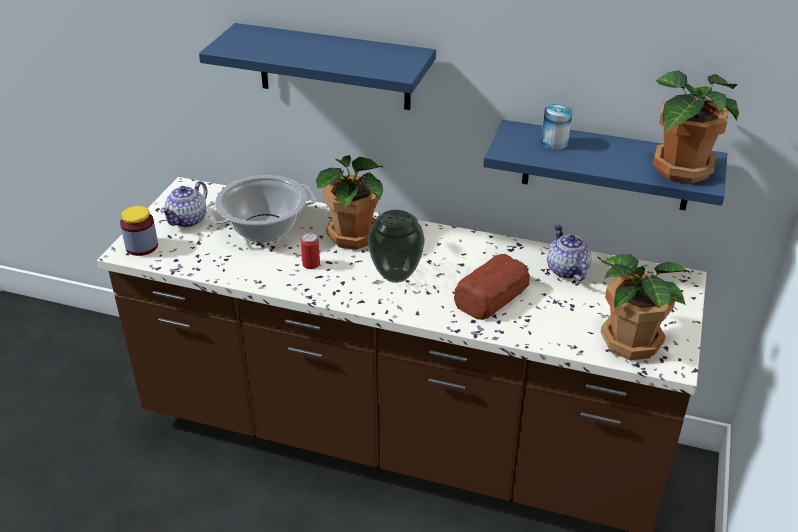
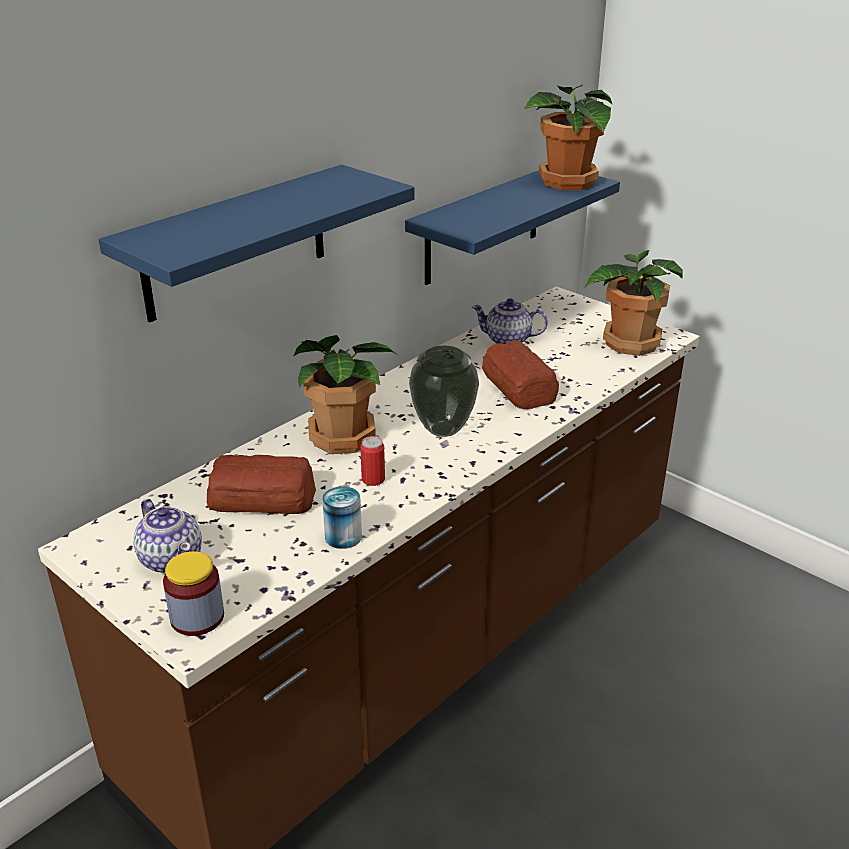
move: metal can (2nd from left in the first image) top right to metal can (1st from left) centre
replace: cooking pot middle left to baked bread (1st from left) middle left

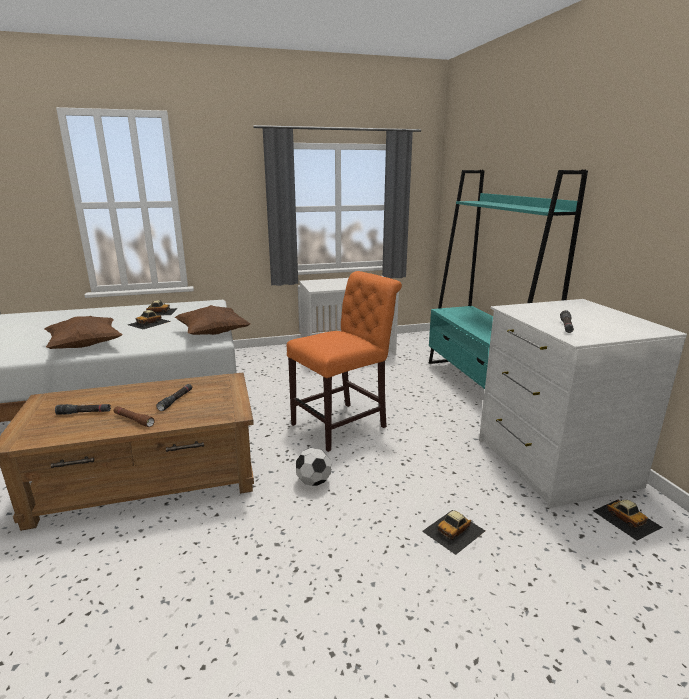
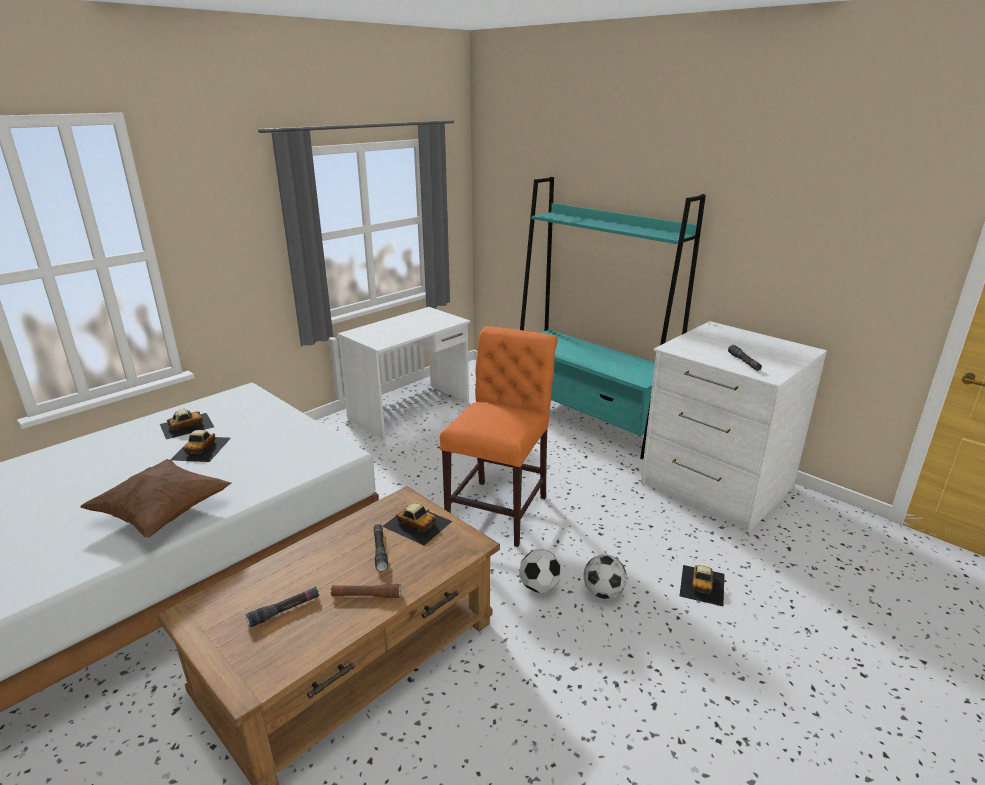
delete: brown-coloured cushion (2nd from left) middle left
insert: football ball (2nd from left) bottom centre
move: miniature car (4th from left in the first image) bottom right to miniature car (3rd from left) bottom centre

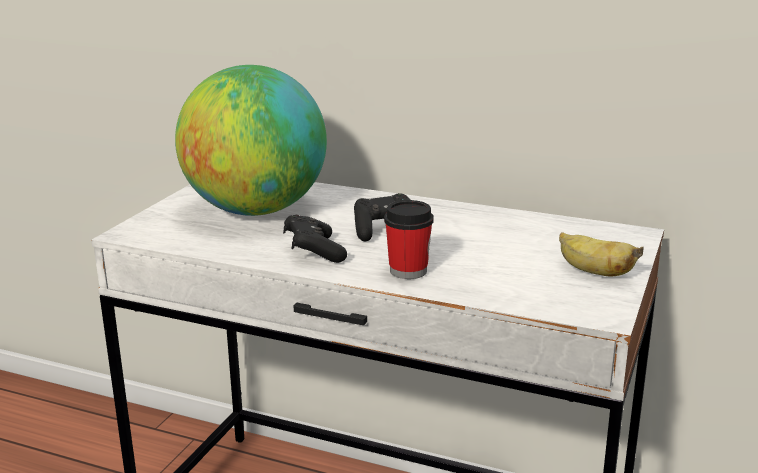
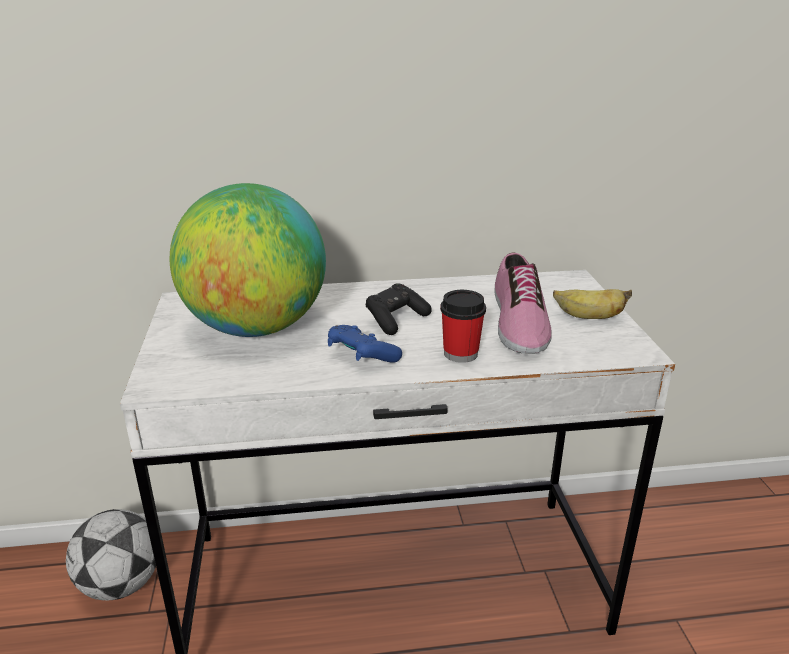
insert: football ball bottom left; item of footwear centre
recolor: black-coloured gamepad (1st from left) centre to blue gamepad centre

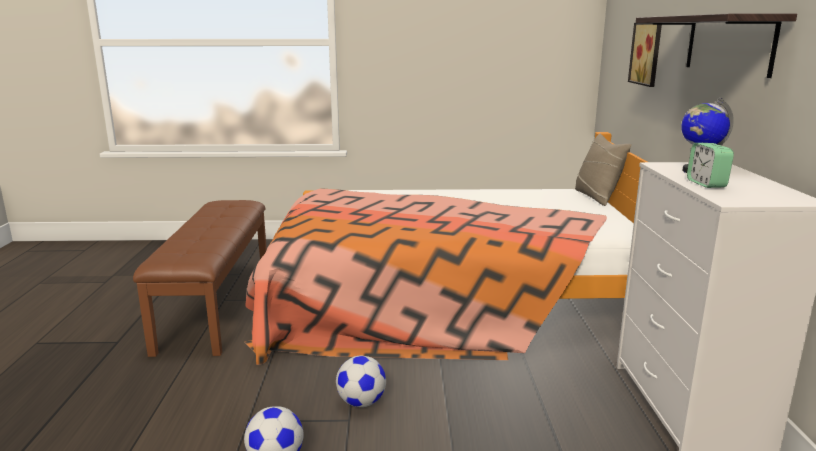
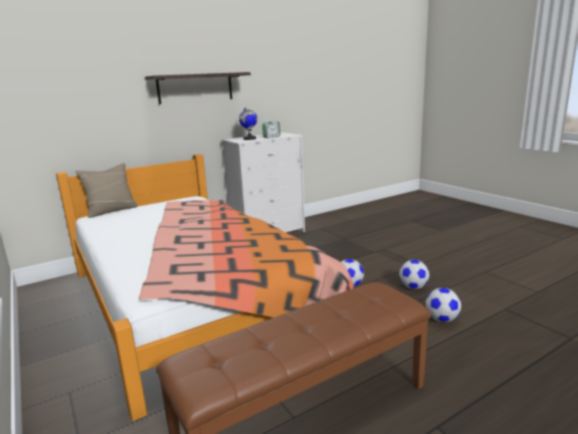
delete: picture top right
insert: football ball (3rd from left) bottom right

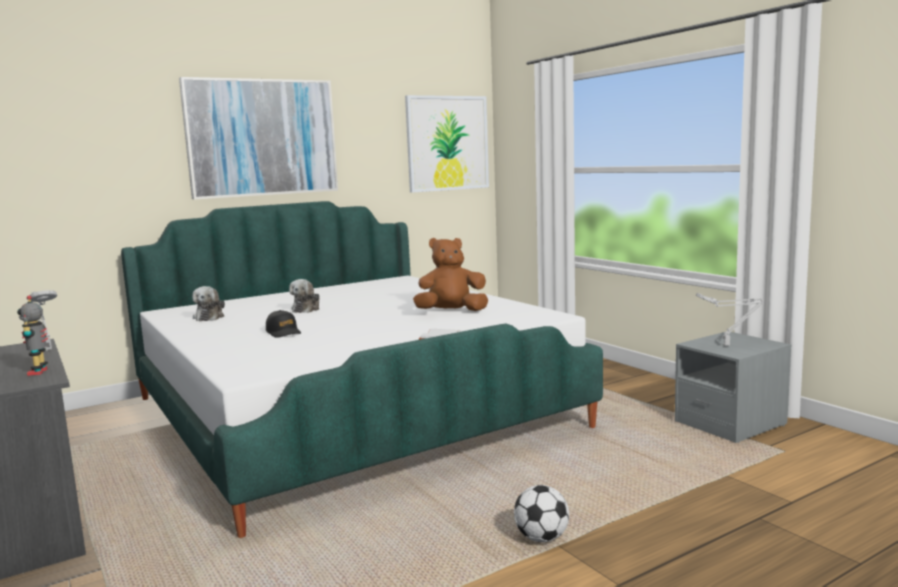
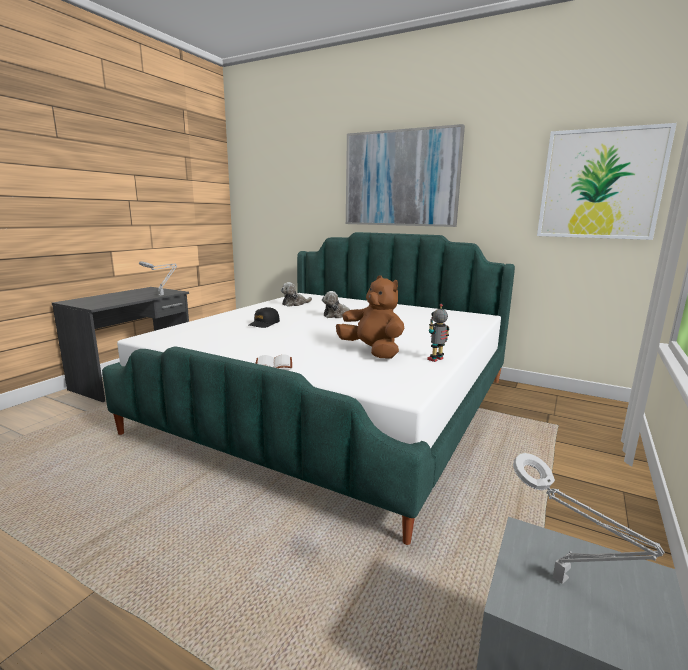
delete: football ball bottom centre
move: toy robot middle left to centre

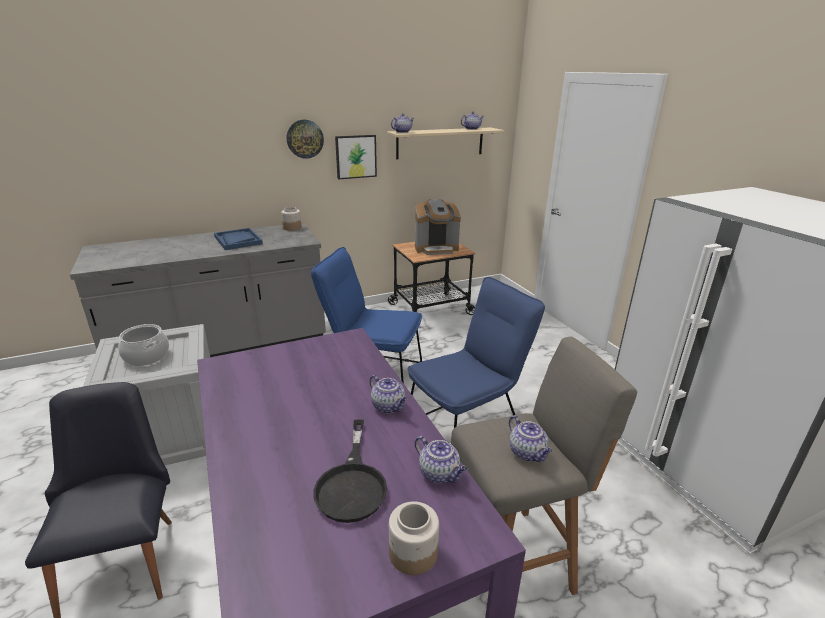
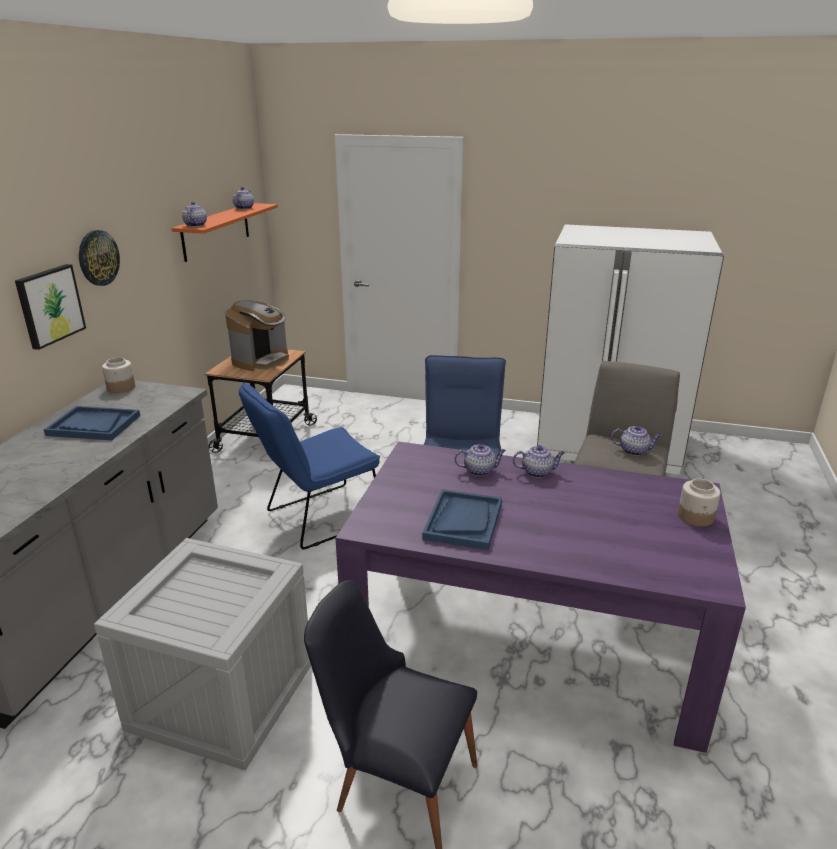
delete: cooking pot middle left; black-coloured frying pan bottom centre
insert: blue tray (2nd from left) centre
move: picture top centre to middle left; tea pot (3rd from left) bottom centre to centre
recolor: sand-coloured wall shelf top centre to orangey wall shelf top left

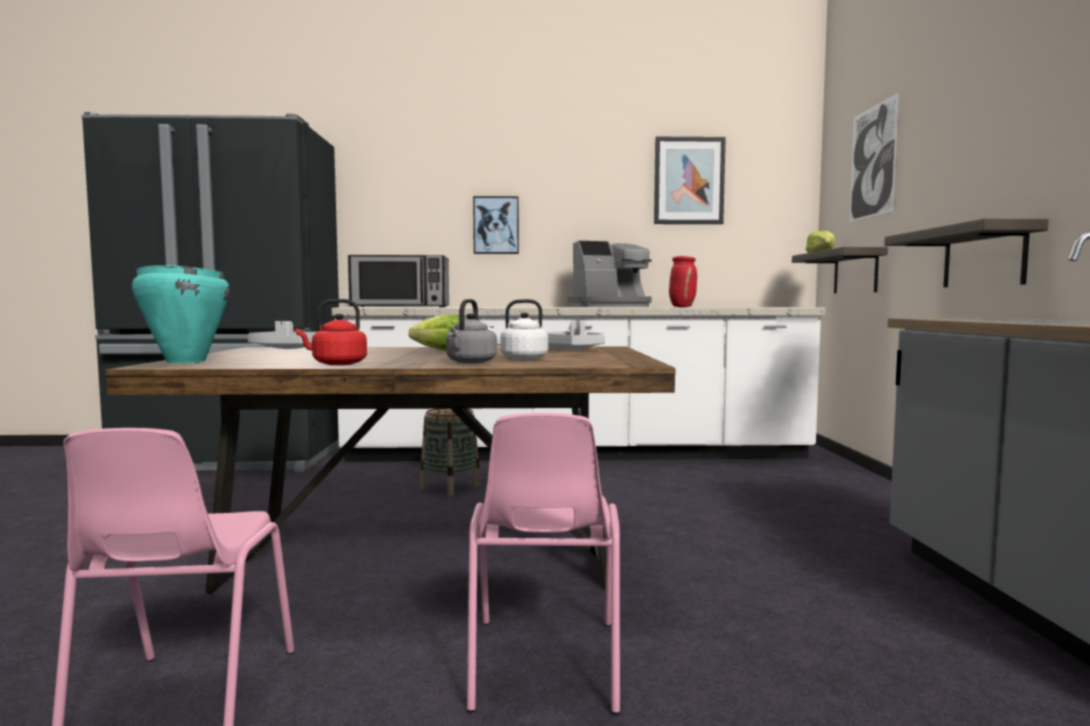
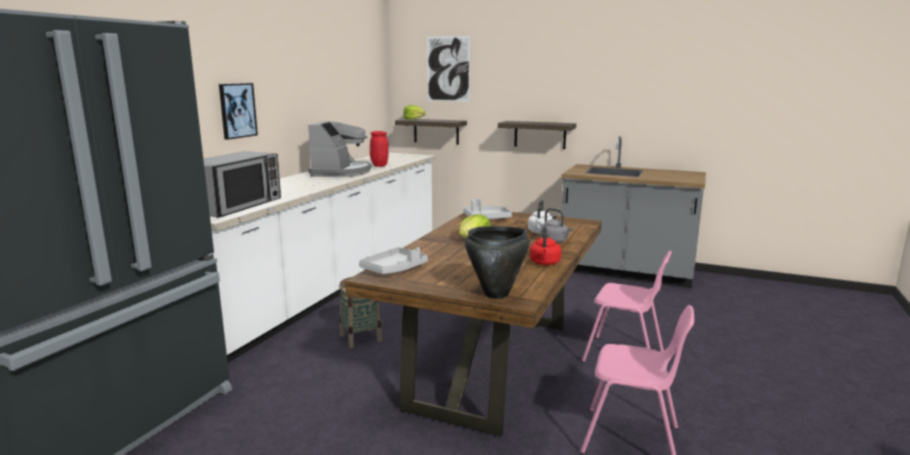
delete: picture (2nd from left) top centre
recolor: turquoise cooking pot middle left to black-coloured cooking pot centre

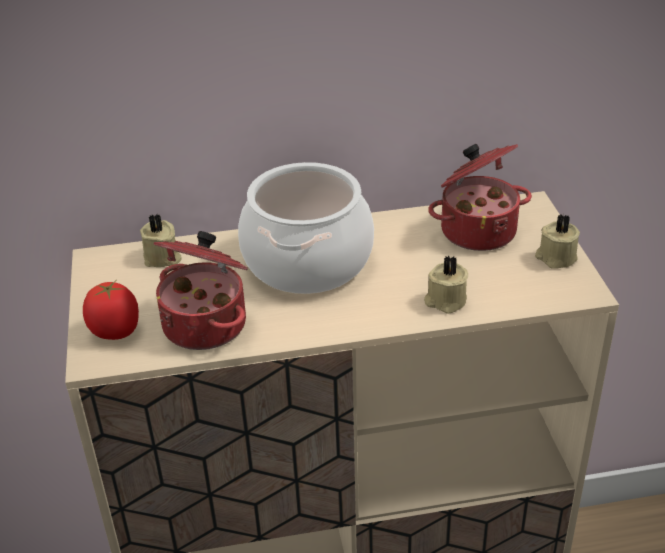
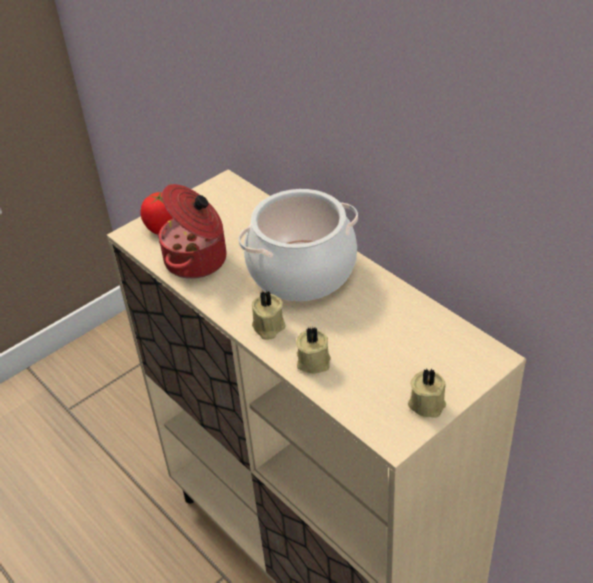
delete: cooking pot (3rd from left) middle right
move: sand-coloured candle (1st from left) middle left to centre

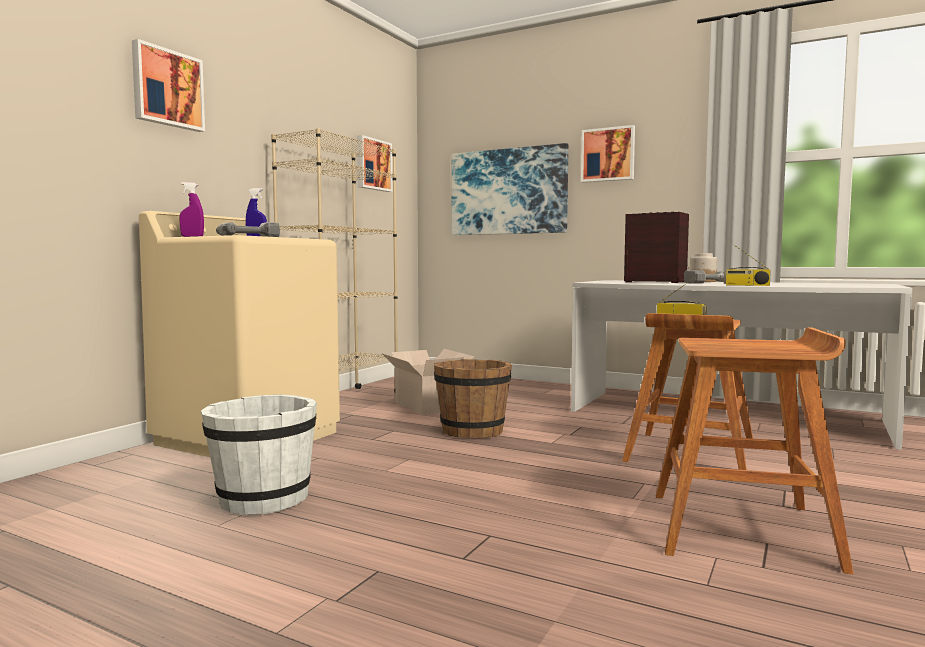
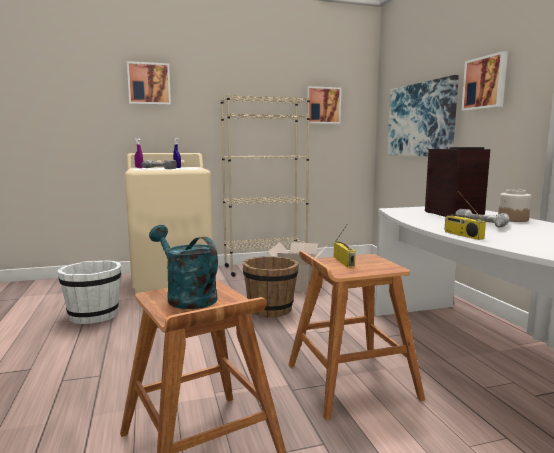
insert: turquoise sprinkling can middle left

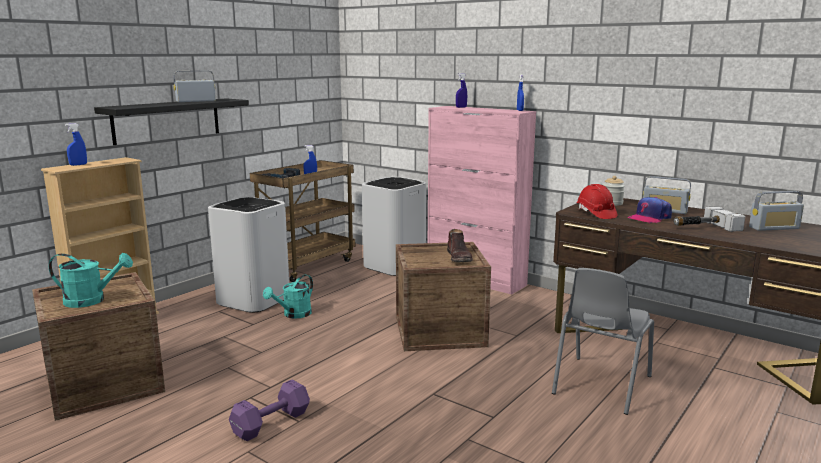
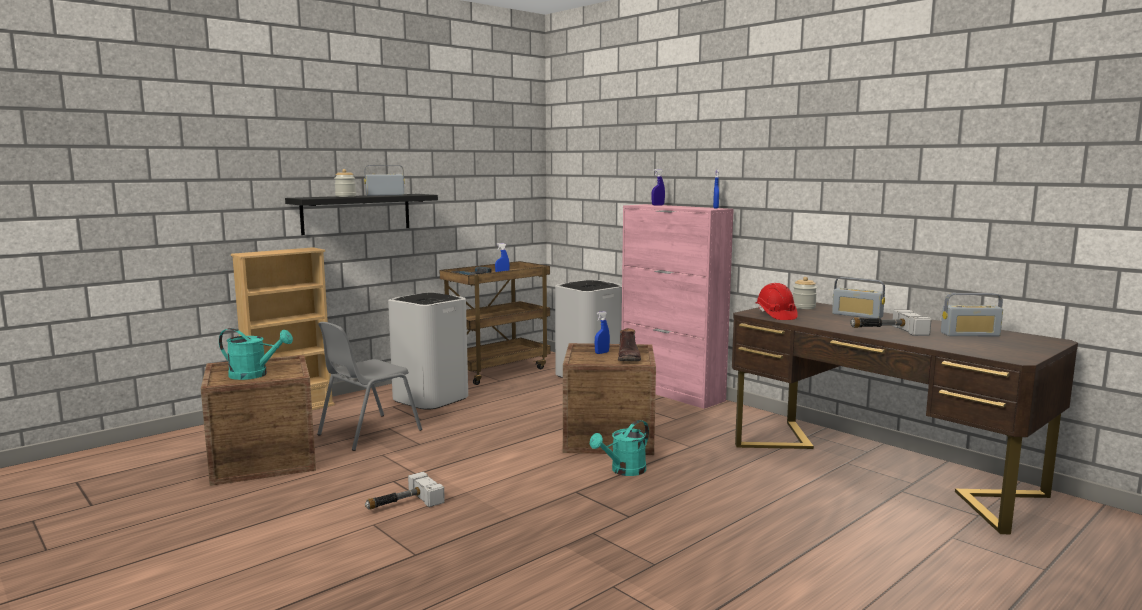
delete: peaked cap middle right
insert: jar (1st from left) top left
move: greyish plain chair bottom right to middle left; turquoise sprinkling can (2nd from left) centre to bottom centre; blue spray bottle (1st from left in the first image) top left to blue spray bottle (2nd from left) centre
replace: purplish free weight bottom left to hand hammer (1st from left) bottom centre

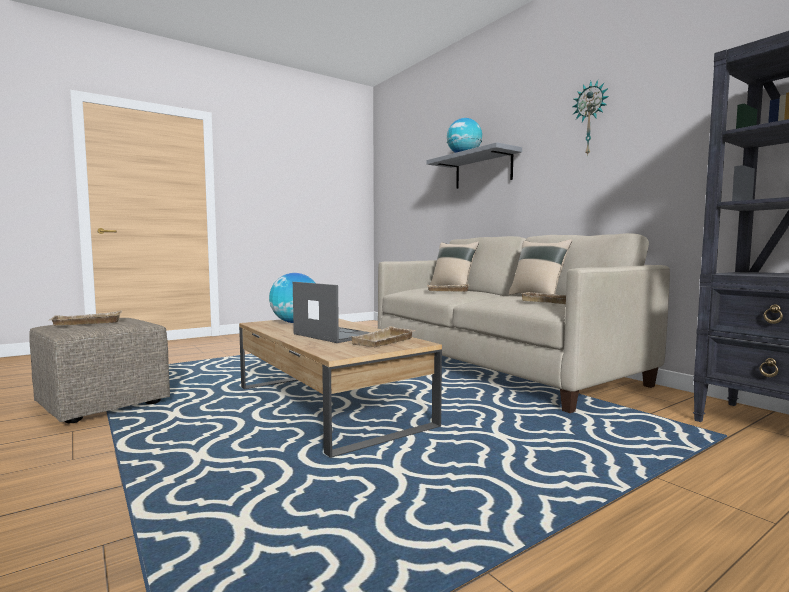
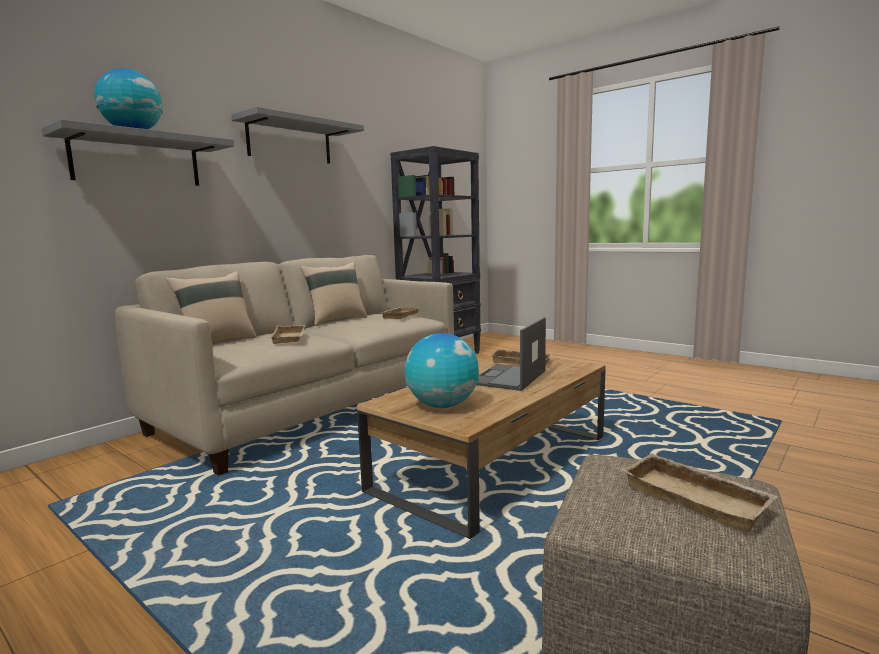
replace: clock on the wall top right to greyish wall shelf (2nd from left) top centre

